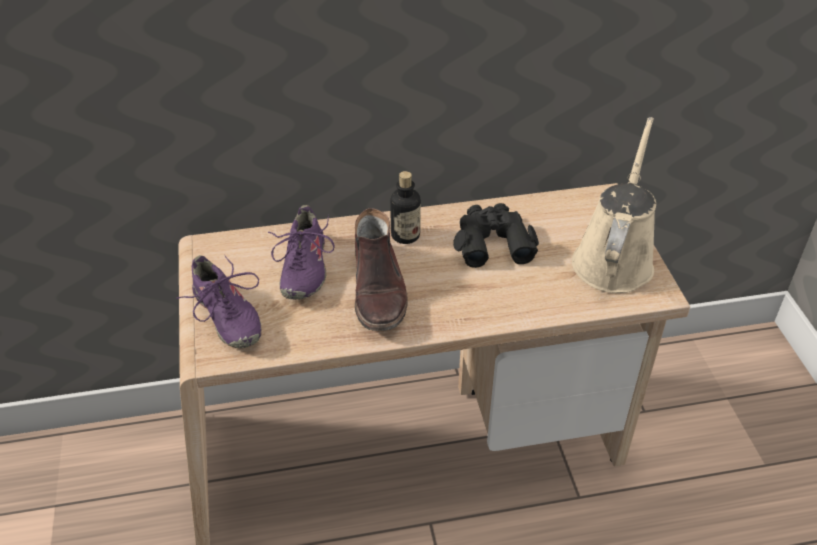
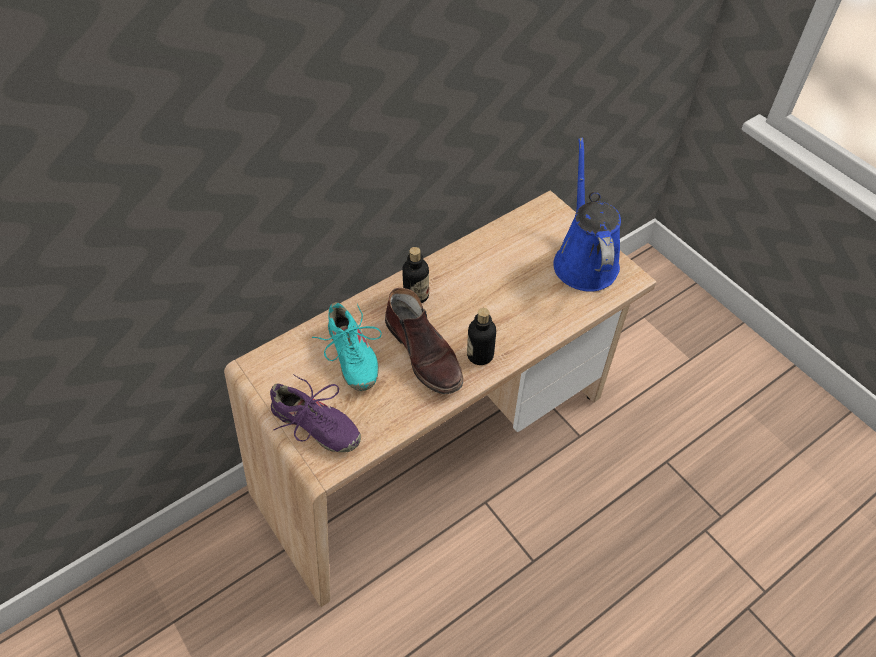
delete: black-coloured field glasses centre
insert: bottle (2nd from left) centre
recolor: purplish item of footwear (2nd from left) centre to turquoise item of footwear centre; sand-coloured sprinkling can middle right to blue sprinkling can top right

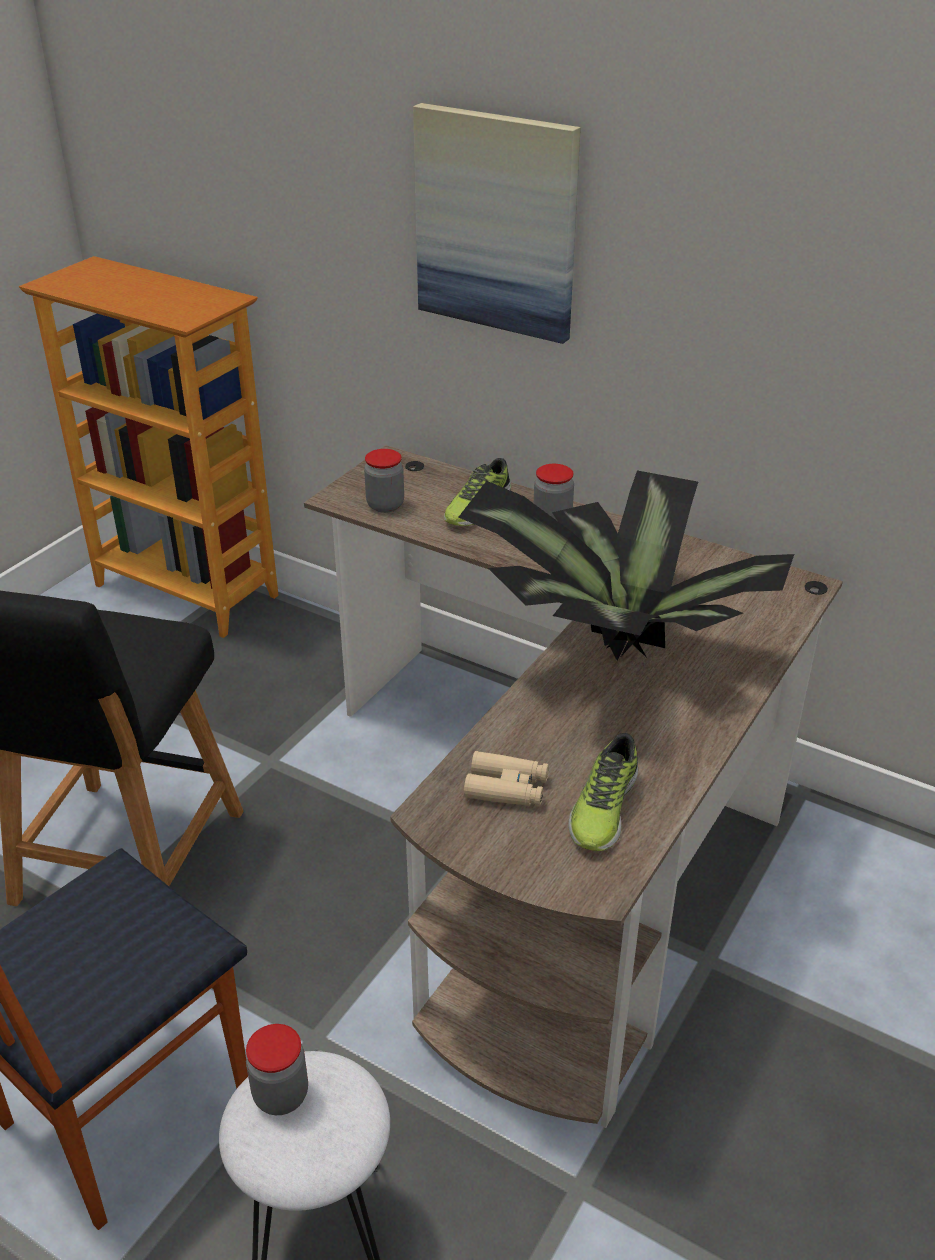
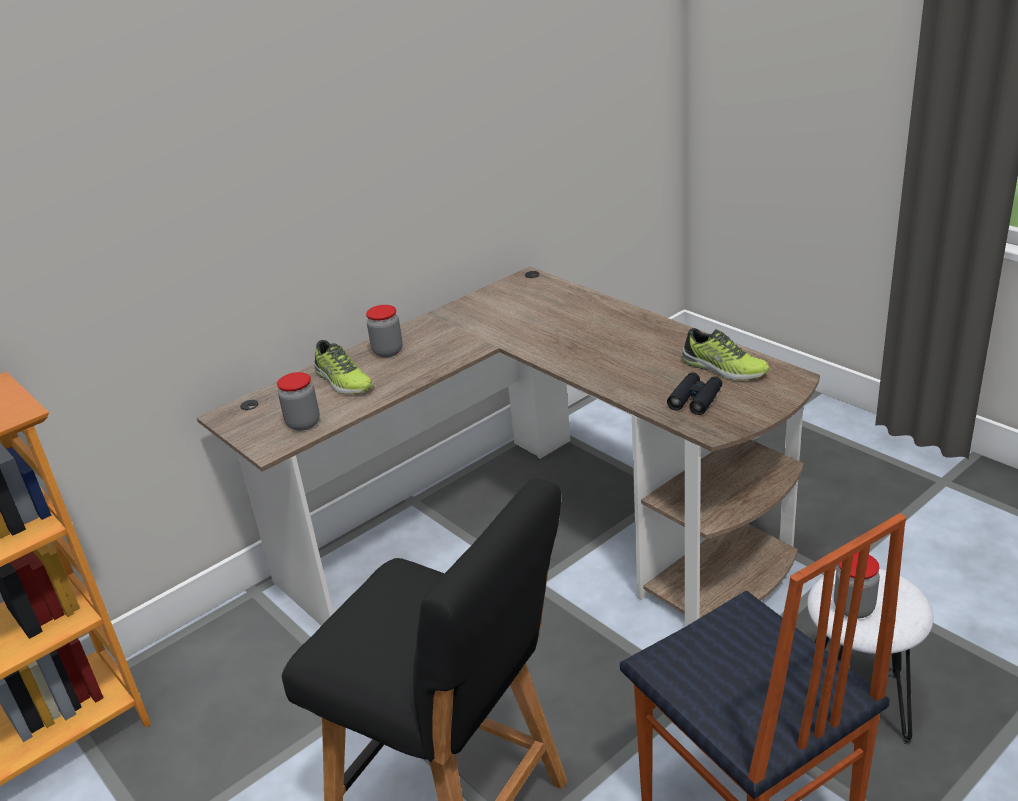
delete: picture top centre; houseplant middle right
recolor: sand-coloured field glasses centre to black-coloured field glasses middle right

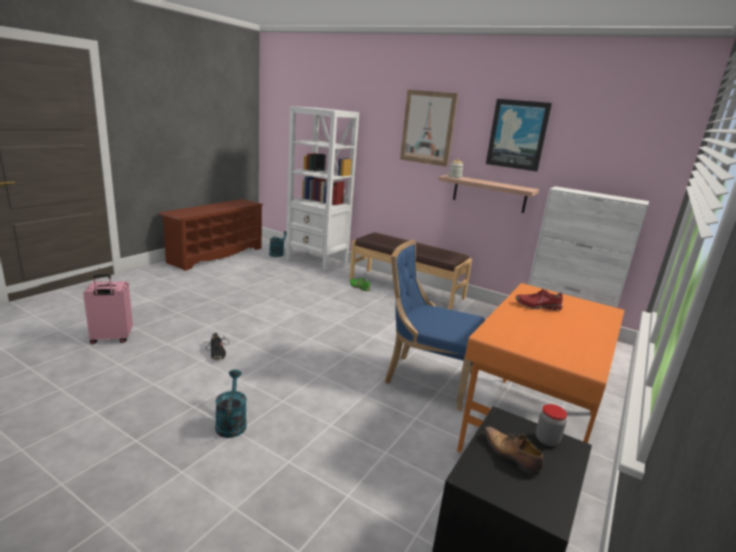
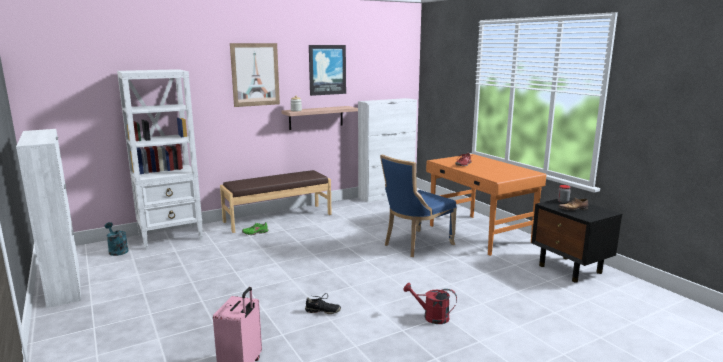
replace: brown-coloured shoe shelf middle left to whitish storage cabinet (1st from left) middle left
recolor: turquoise sprinkling can (1st from left) bottom left to red sprinkling can bottom centre

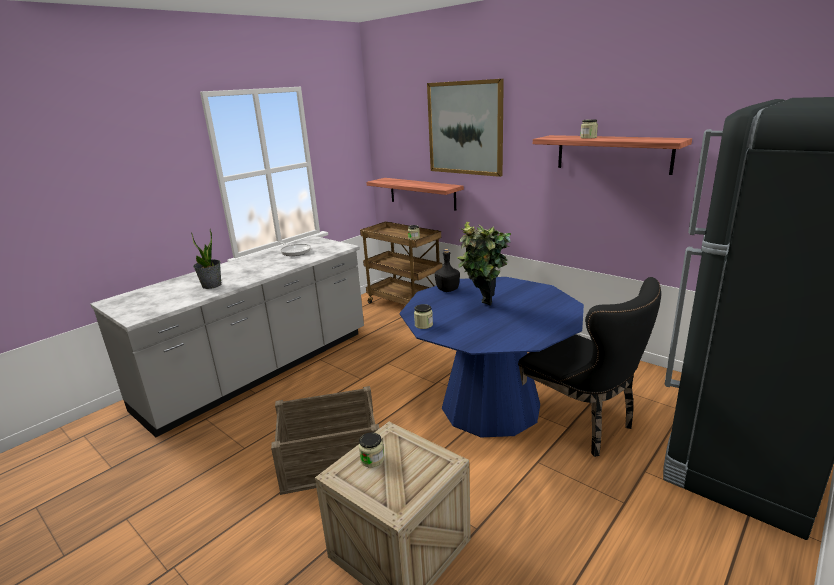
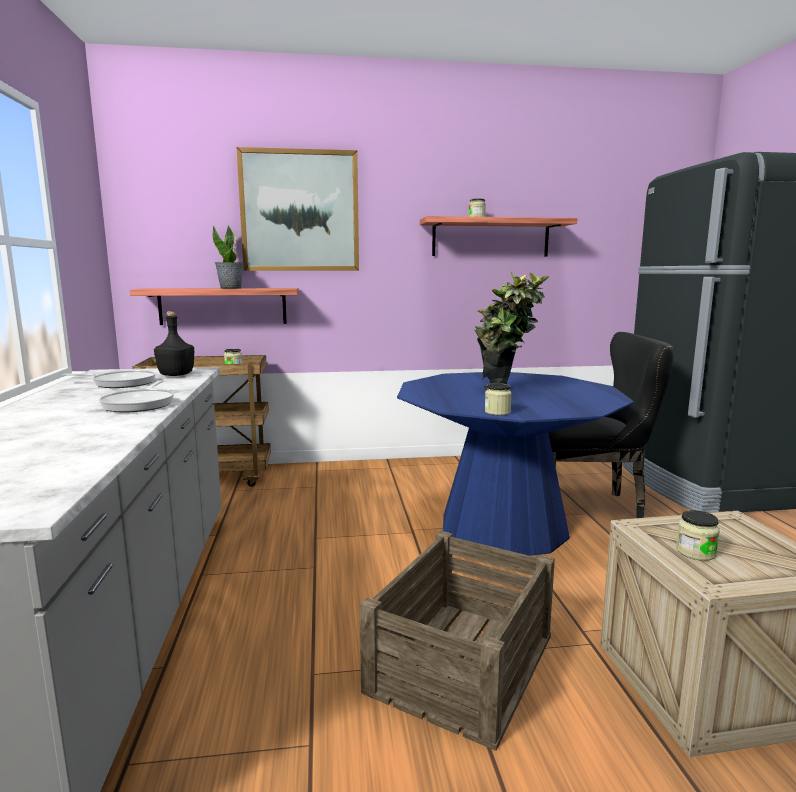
insert: frying pan (2nd from left) middle left
move: black-coloured bottle centre to middle left; houseplant (1st from left) middle left to top left

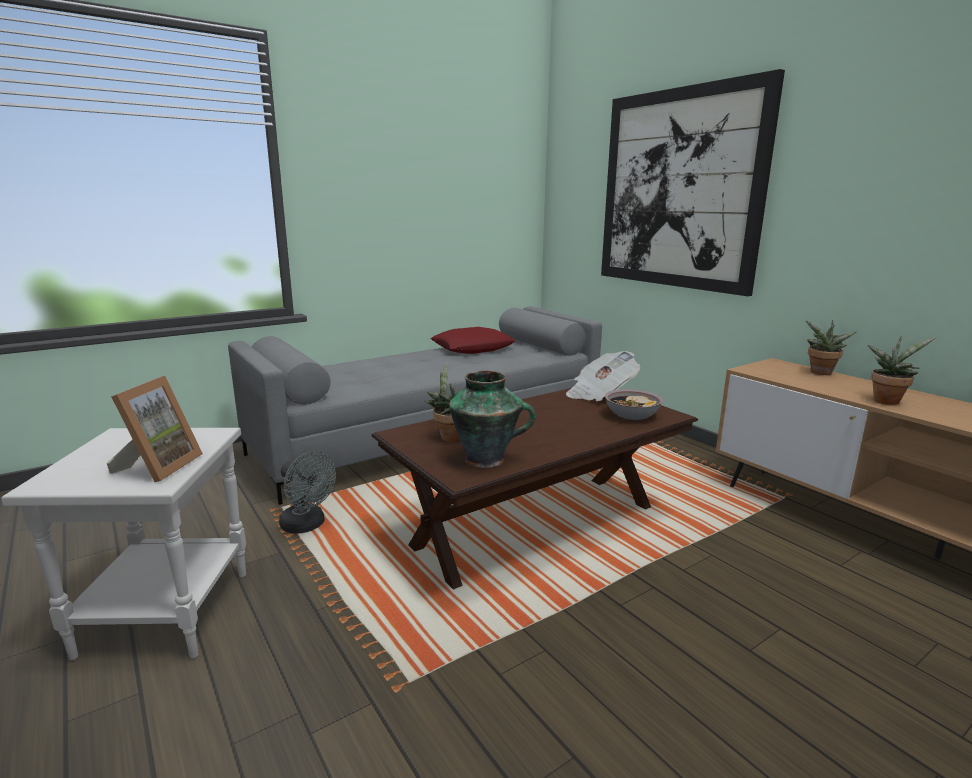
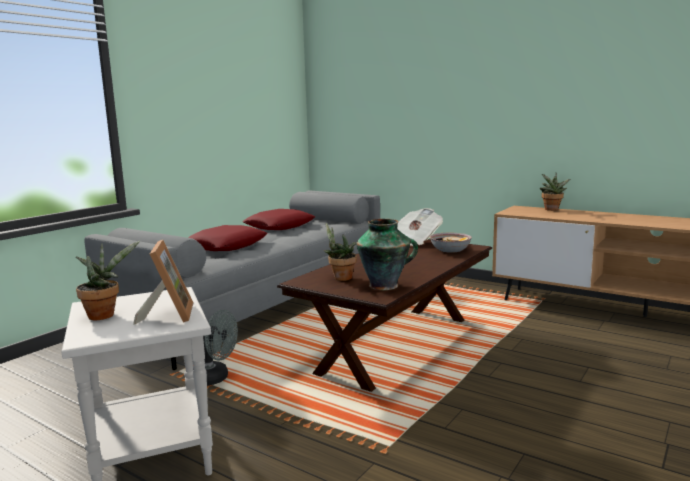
delete: picture top right
insert: red cushion (1st from left) middle left
move: houseplant (3rd from left in the first image) middle right to houseplant (1st from left) middle left

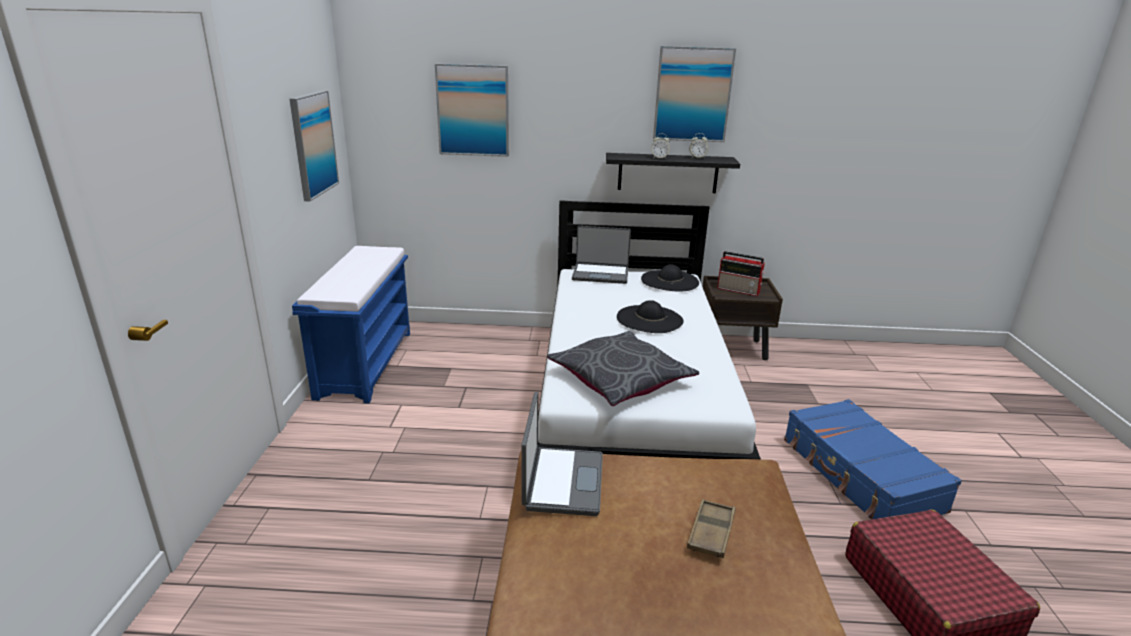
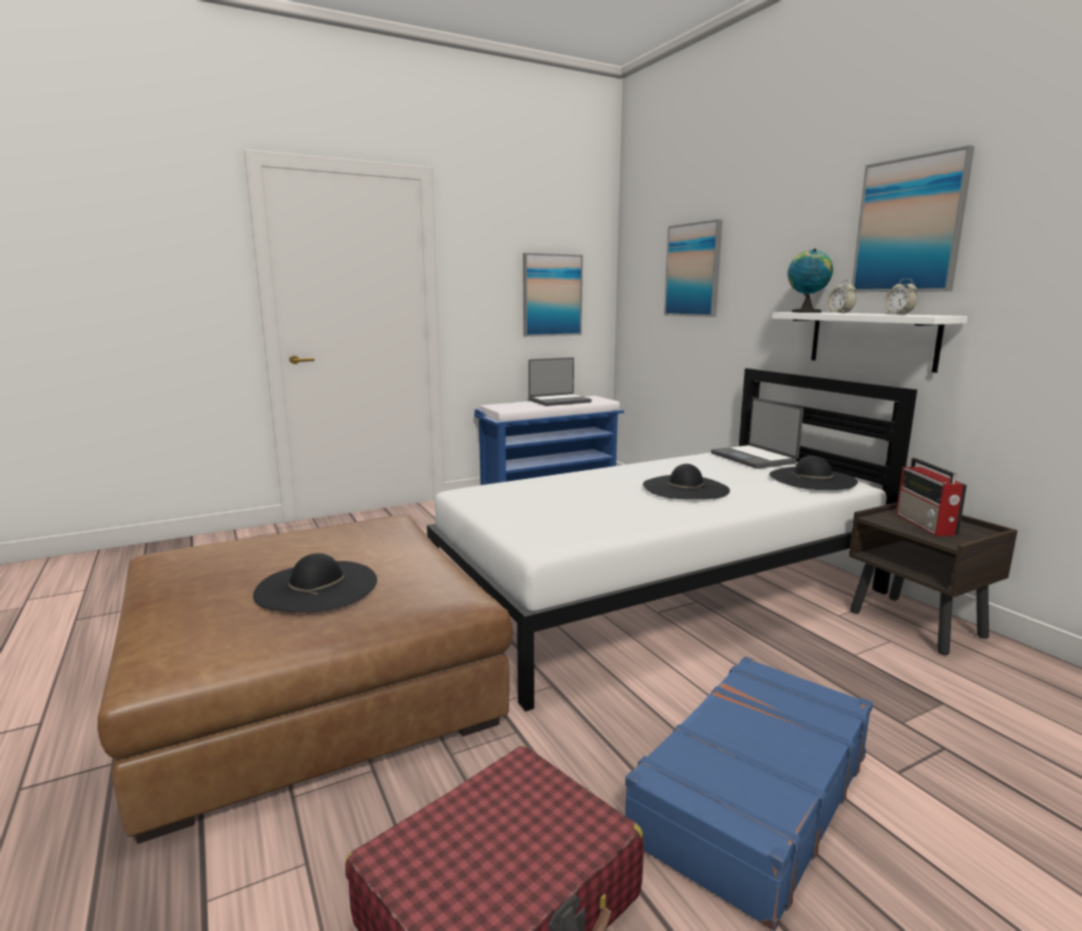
delete: greyish cushion centre
insert: desk globe top right
move: portable computer (1st from left) bottom centre to centre
replace: brown-coloured tray bottom centre to black-coloured wearable hat (1st from left) middle left
recolor: black-coloured wall shelf top centre to whitish wall shelf middle right

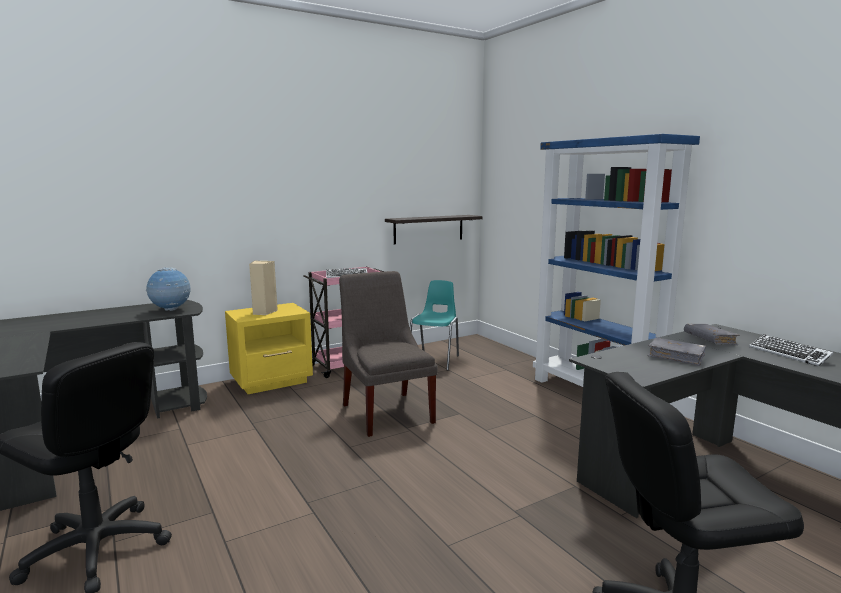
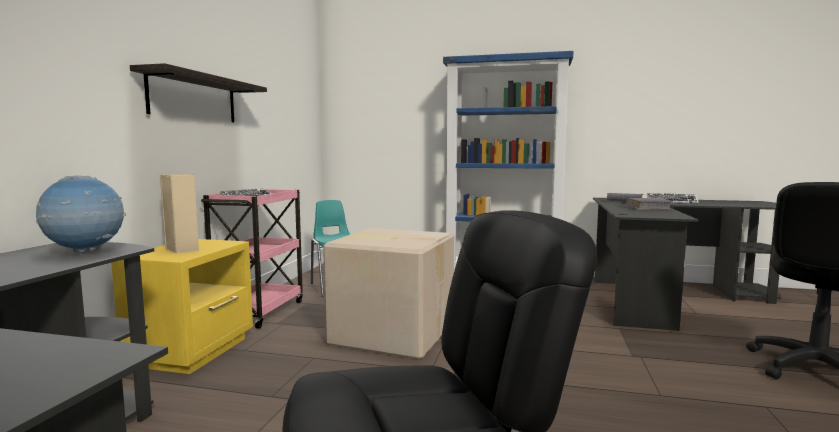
move: wall shelf centre to top left
replace: greyish plain chair centre to packing box bottom centre

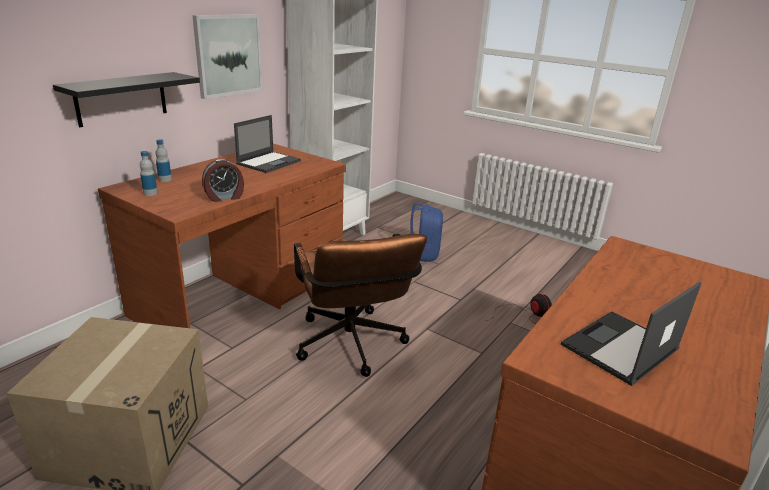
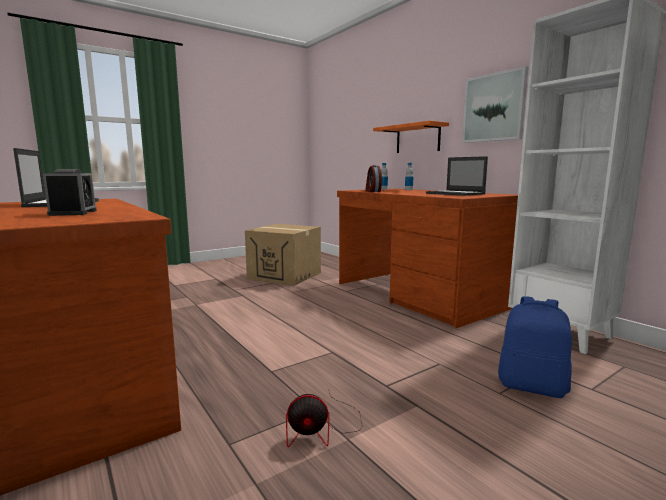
delete: brown-coloured office chair centre
insert: table clock (1st from left) middle left
recolor: black-coloured wall shelf top left to orangey wall shelf top centre

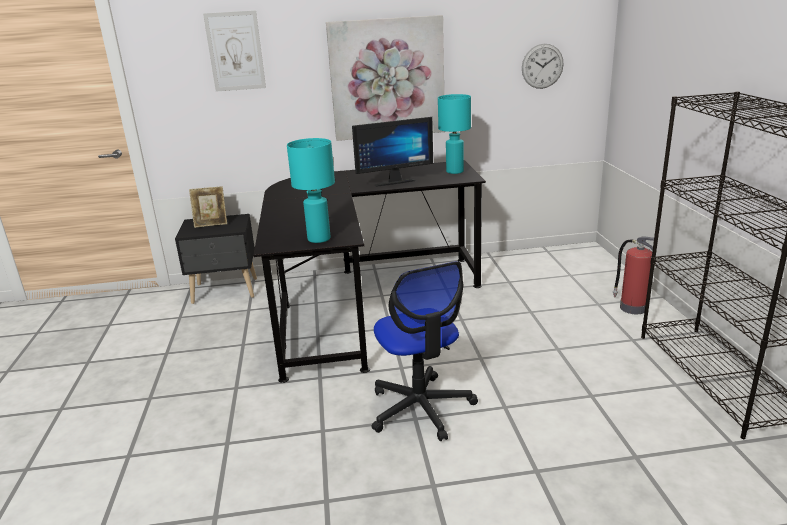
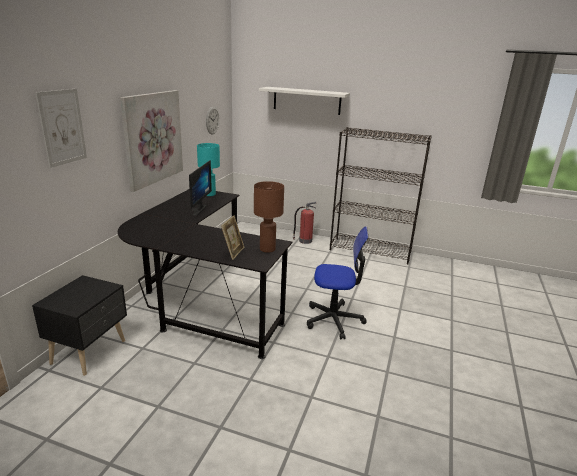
insert: whitish wall shelf top centre
move: standing frame middle left to centre
recolor: turquoise lamp for a table (1st from left) centre to brown-coloured lamp for a table centre

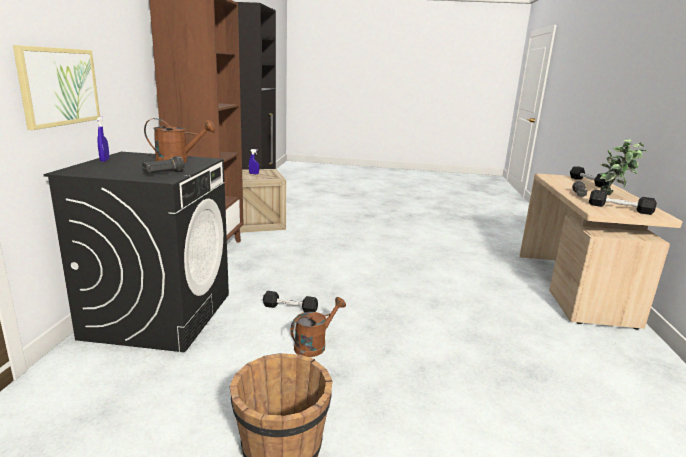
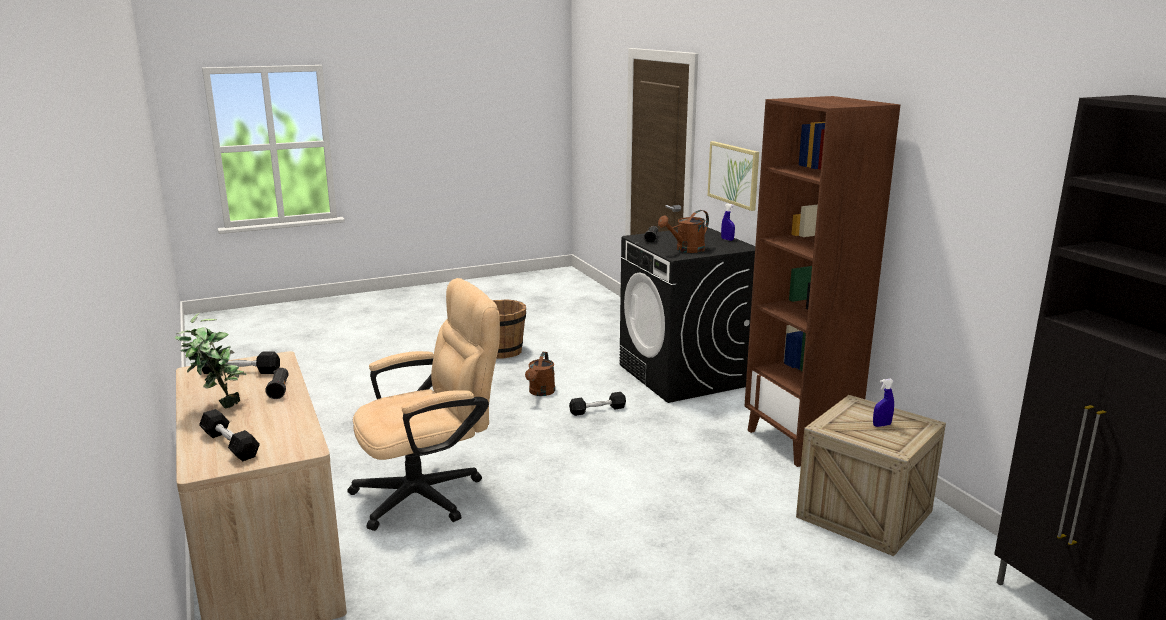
insert: sand-coloured office chair centre

